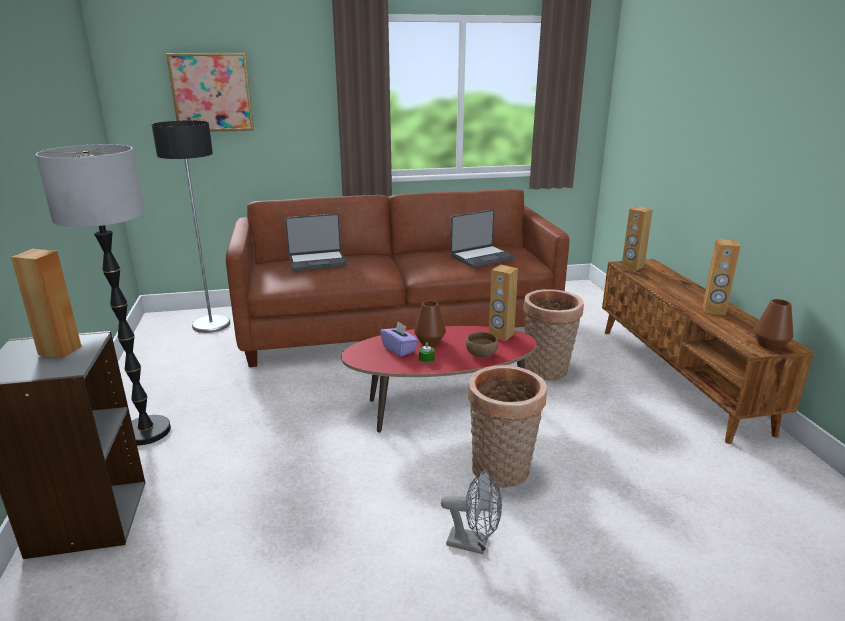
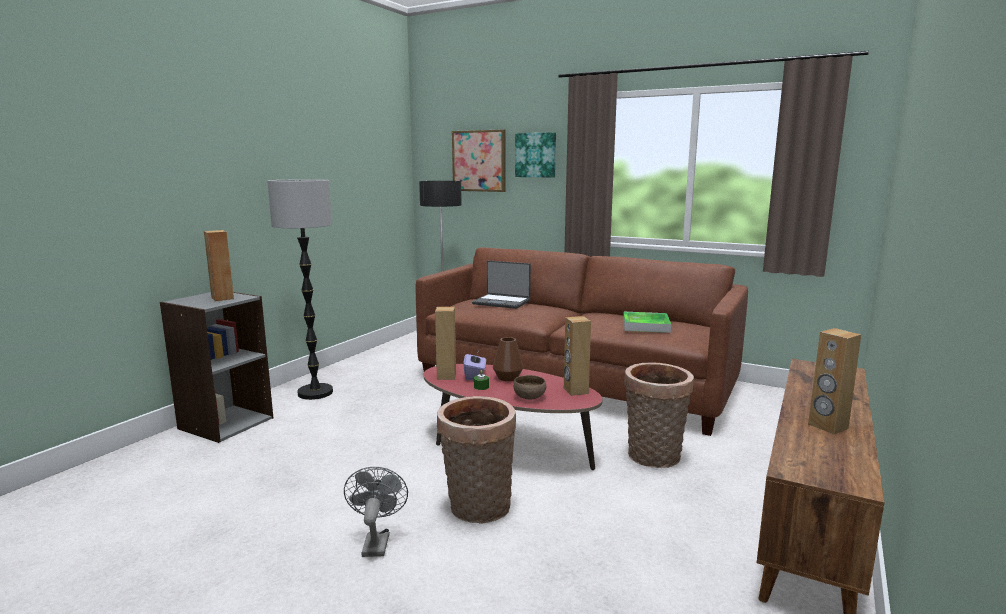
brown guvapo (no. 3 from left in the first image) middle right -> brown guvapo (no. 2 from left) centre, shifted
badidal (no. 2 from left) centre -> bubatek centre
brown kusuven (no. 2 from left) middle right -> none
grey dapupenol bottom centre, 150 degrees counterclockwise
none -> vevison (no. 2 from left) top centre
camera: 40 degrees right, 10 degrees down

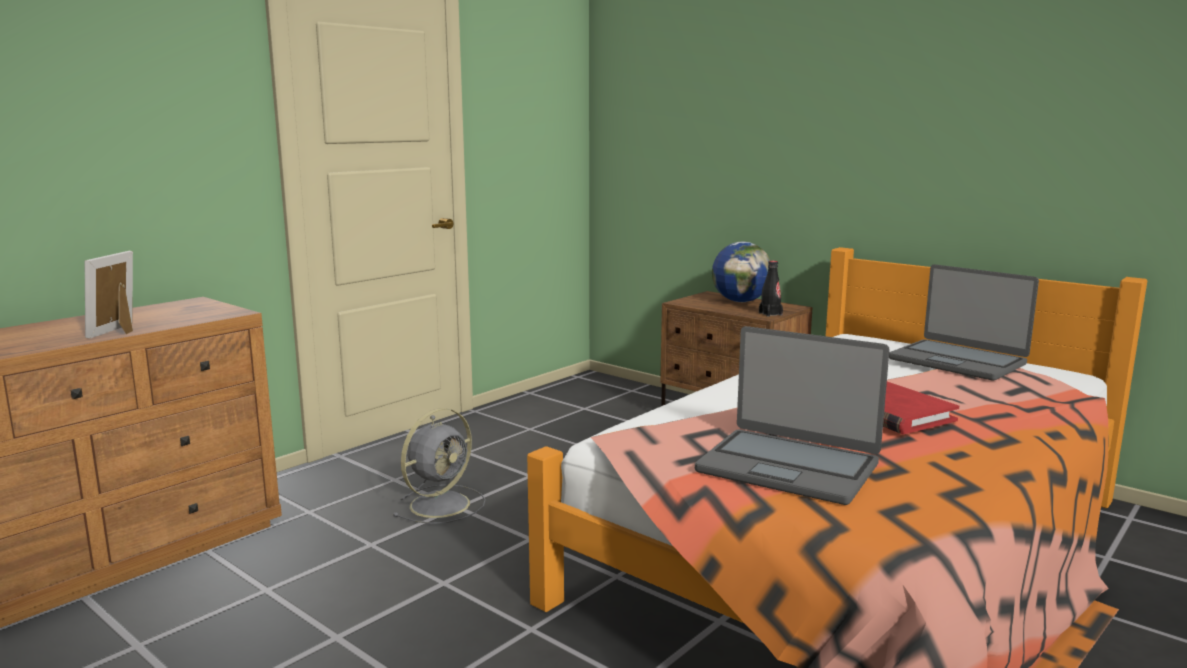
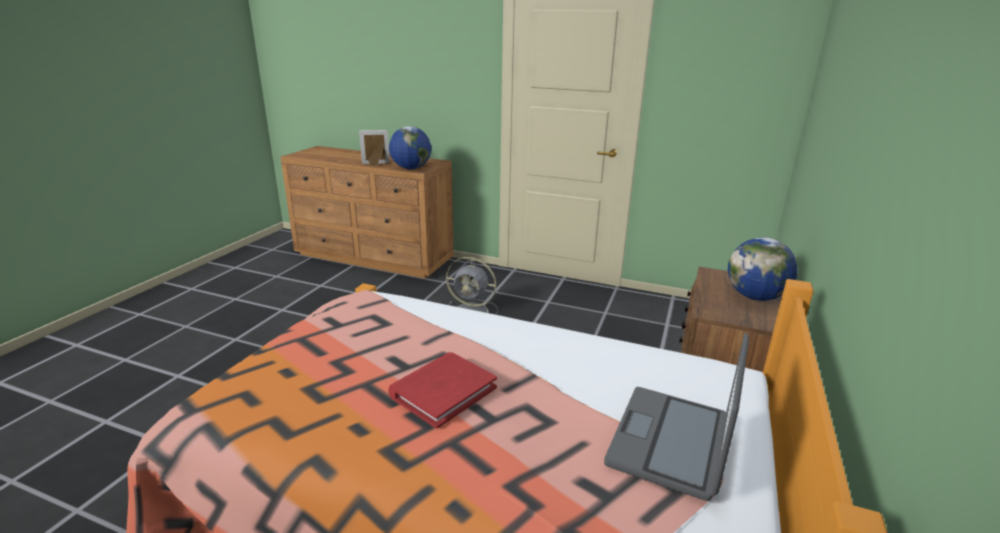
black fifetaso centre -> none
badidal (no. 1 from left) middle right -> none
none -> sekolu (no. 1 from left) top centre
camera: 70 degrees right, 10 degrees up

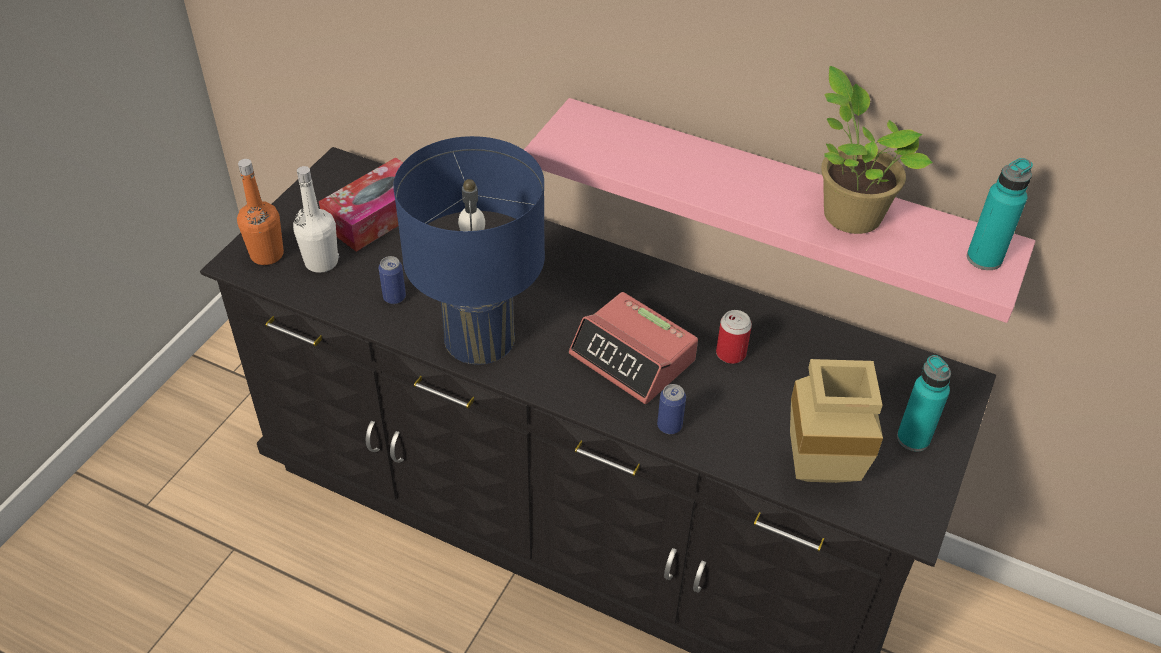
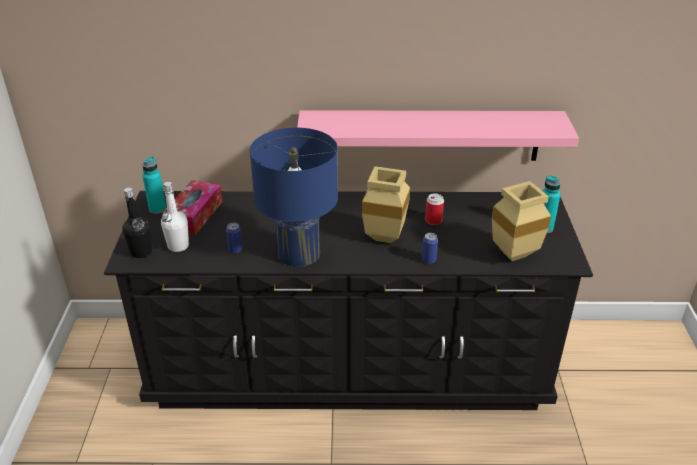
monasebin top right -> none
turquoise fifetaso (no. 2 from left in the first image) top right -> turquoise fifetaso (no. 1 from left) middle left, shifted
orange fifetaso top left -> black fifetaso middle left
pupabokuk centre -> beige kusuven (no. 1 from left) centre
camera: 25 degrees left, 10 degrees down

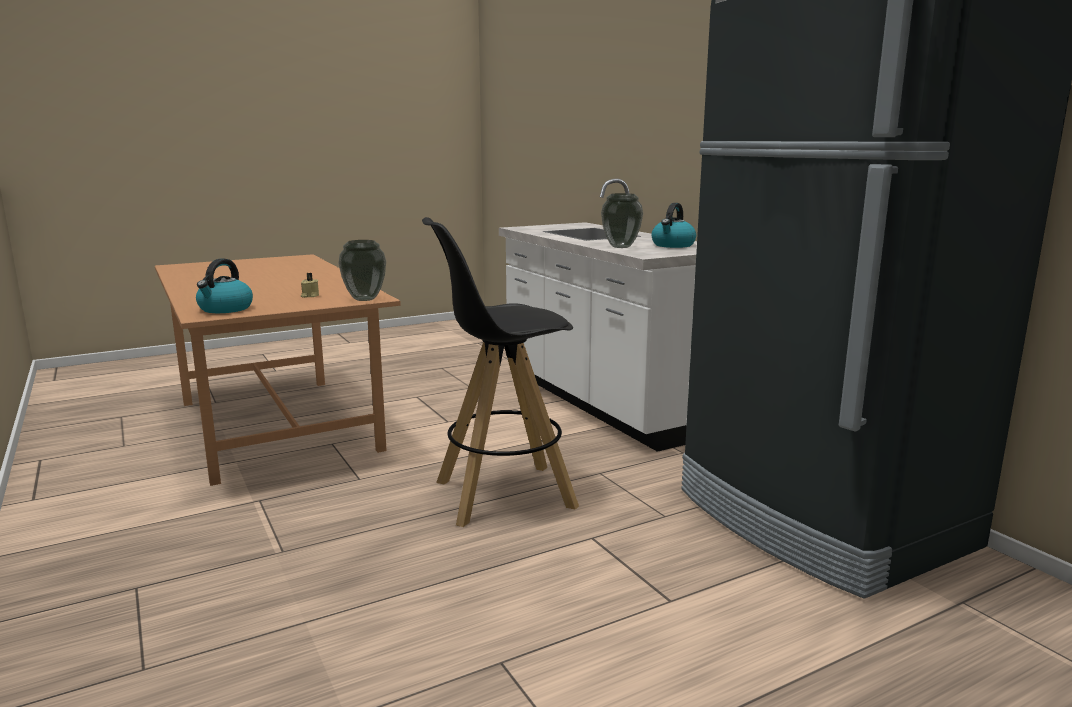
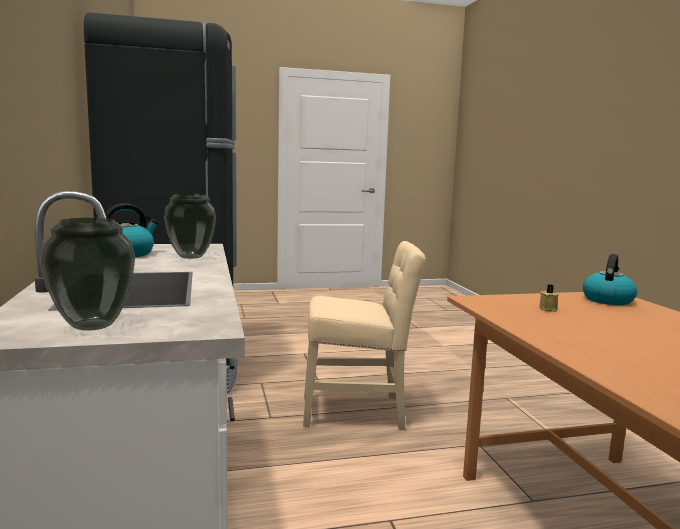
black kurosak centre -> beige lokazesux centre
kusuven (no. 1 from left) centre -> kusuven (no. 1 from left) middle left, shifted
camera: 165 degrees left, 5 degrees down

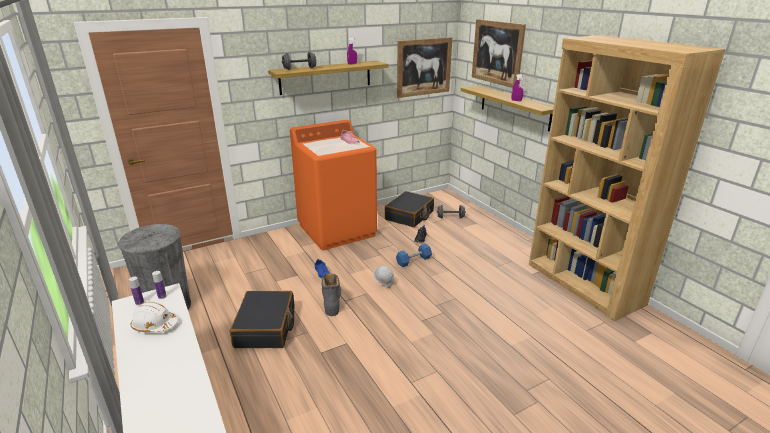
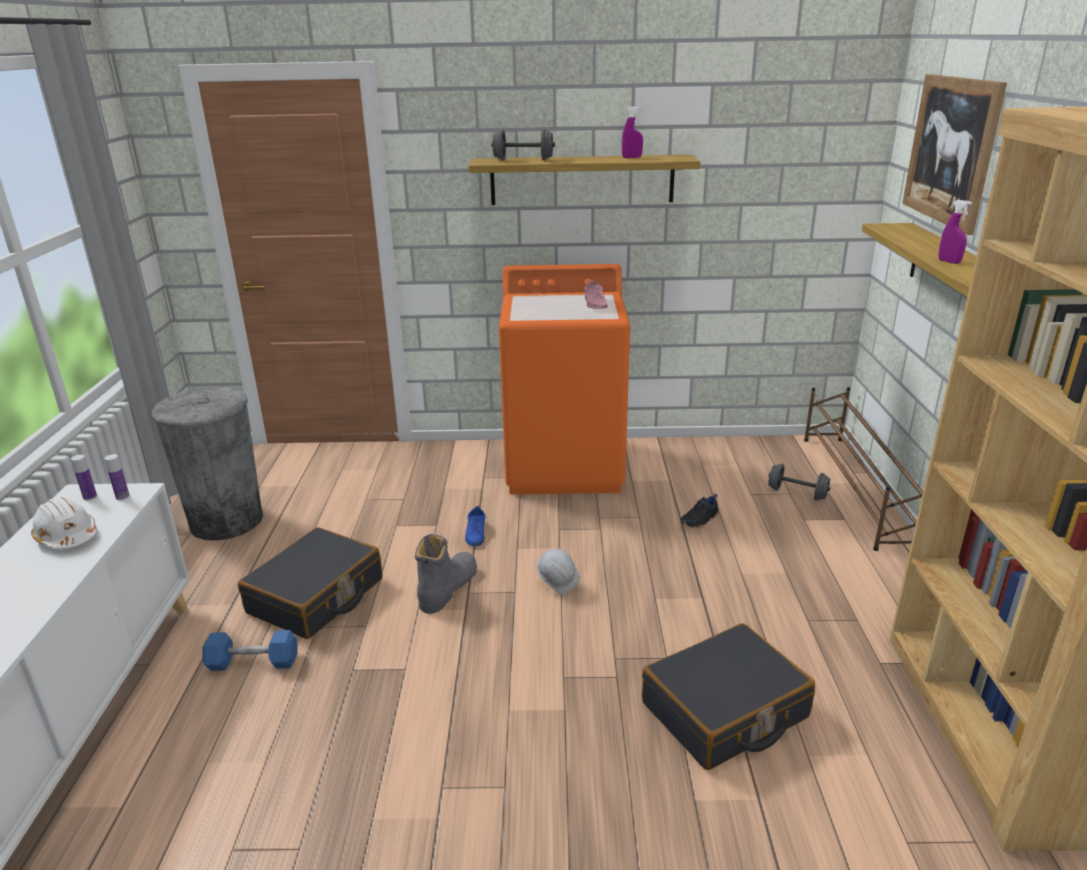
vevison (no. 1 from left) top centre -> none
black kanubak (no. 2 from left) centre -> black kanubak (no. 2 from left) bottom right, shifted
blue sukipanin centre -> blue sukipanin bottom left, shifted
none -> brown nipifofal middle right
camera: 30 degrees right, 0 degrees up

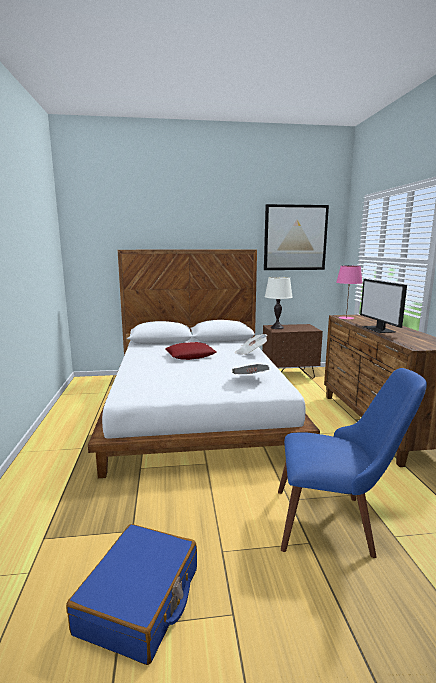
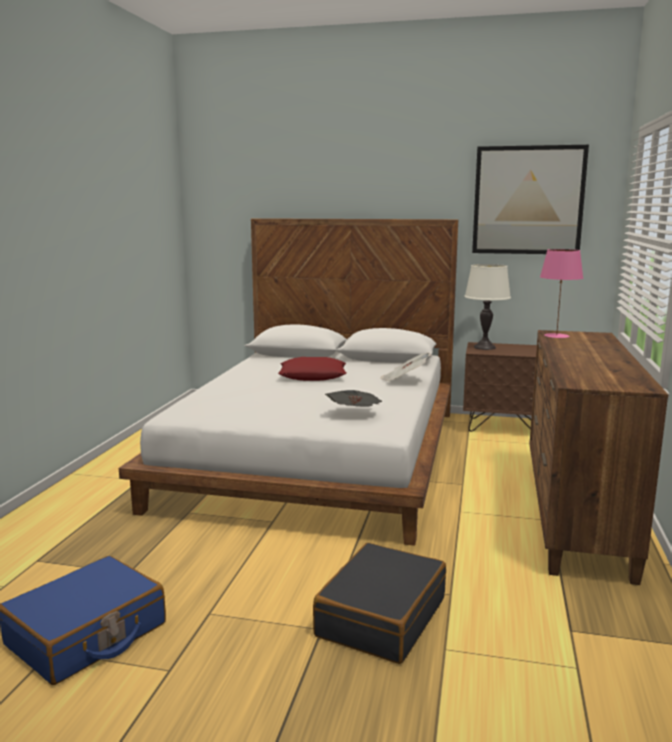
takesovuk middle right -> none
blue lokazesux bottom right -> black kanubak bottom centre
camera: 20 degrees right, 0 degrees up

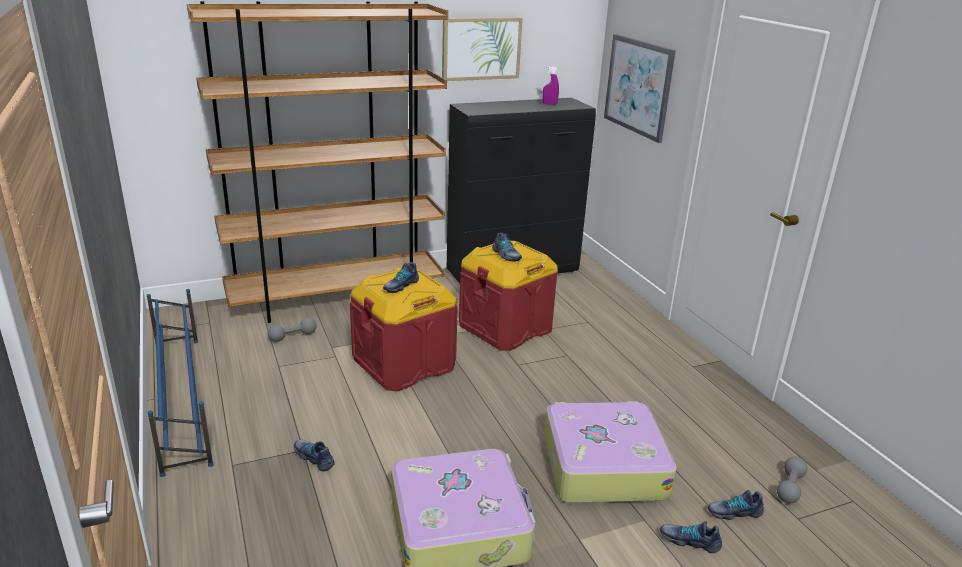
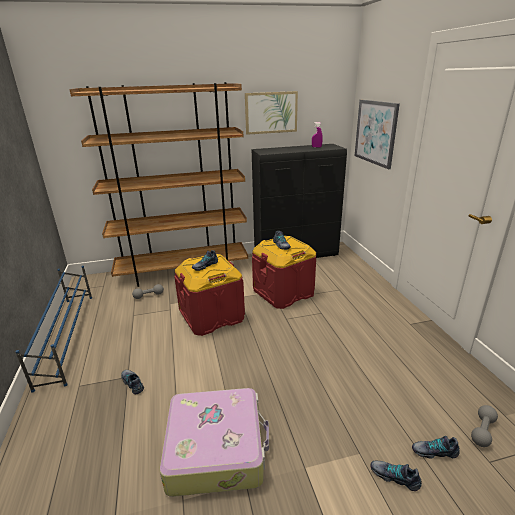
kanubak (no. 2 from left) bottom centre -> none
camera: 10 degrees right, 0 degrees up

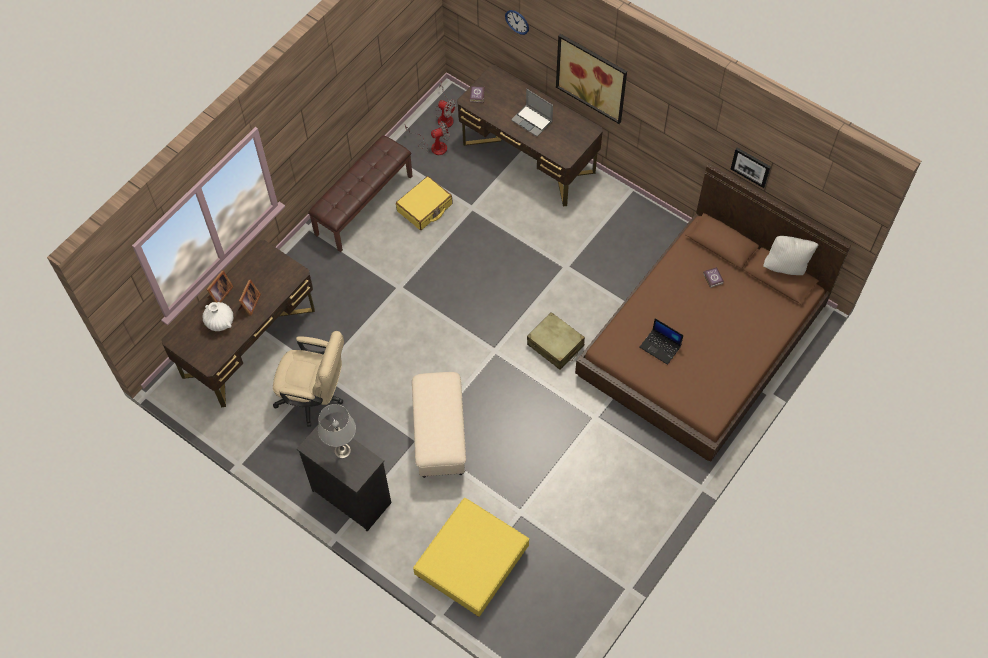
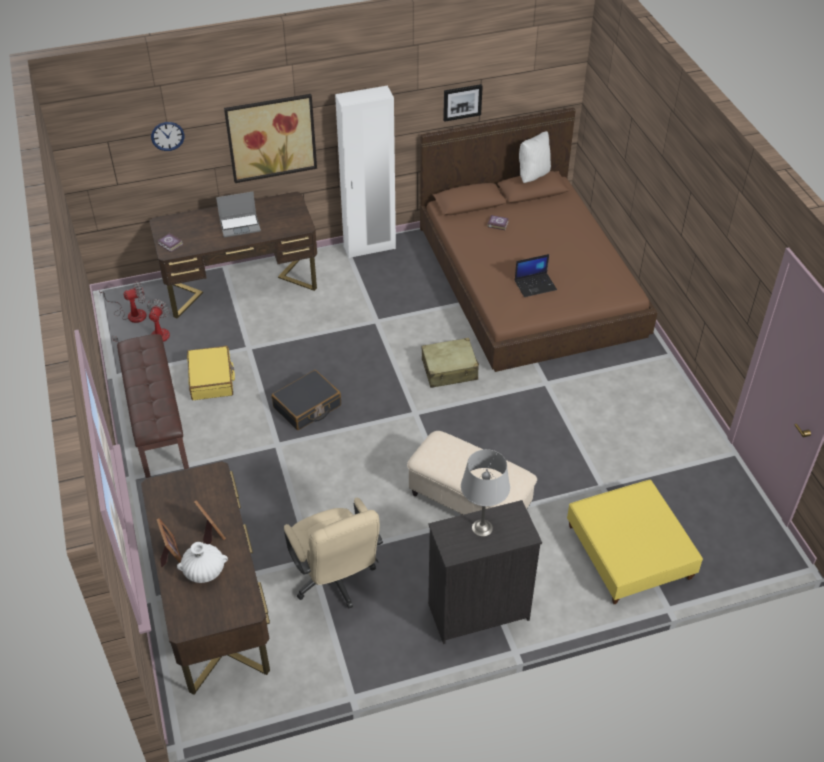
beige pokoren middle left -> beige pokoren bottom centre, 105 degrees clockwise
none -> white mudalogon top centre
none -> black kanubak centre
camera: 55 degrees left, 15 degrees down

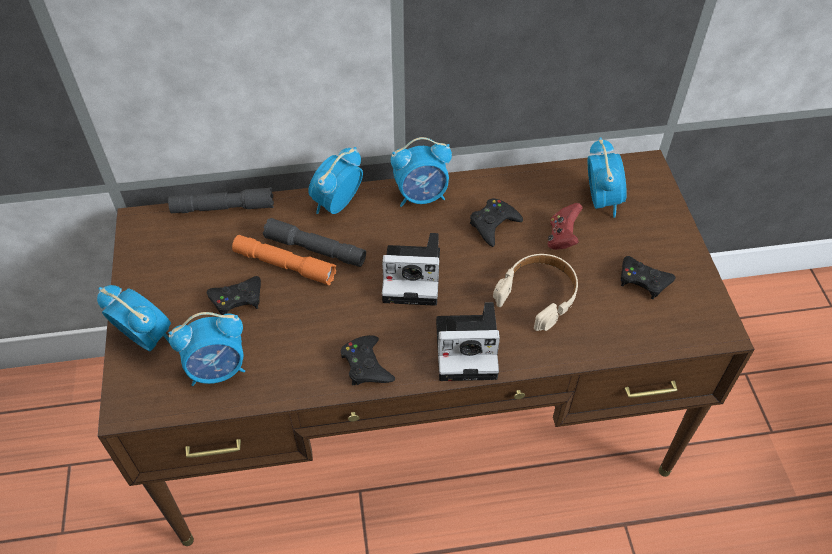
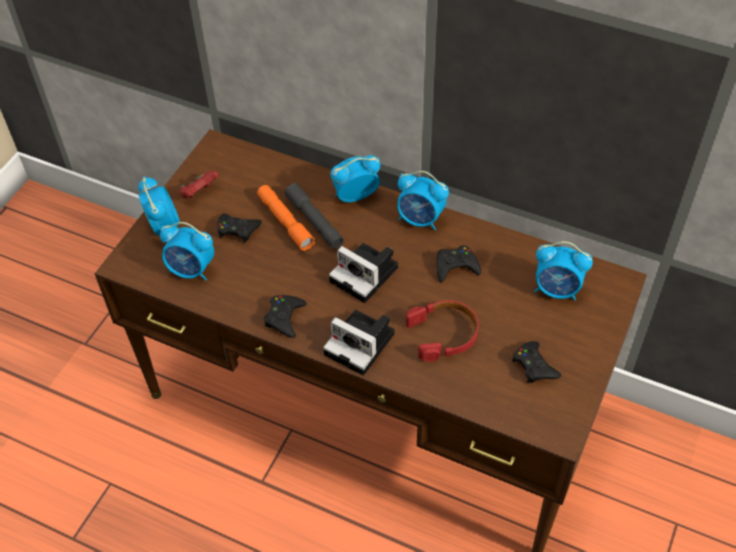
pupabokuk (no. 5 from left) top right -> pupabokuk (no. 5 from left) middle right, 75 degrees clockwise
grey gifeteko (no. 1 from left) middle left -> none
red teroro middle right -> red teroro middle left, shifted
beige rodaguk centre -> red rodaguk centre
camera: 35 degrees right, 0 degrees up

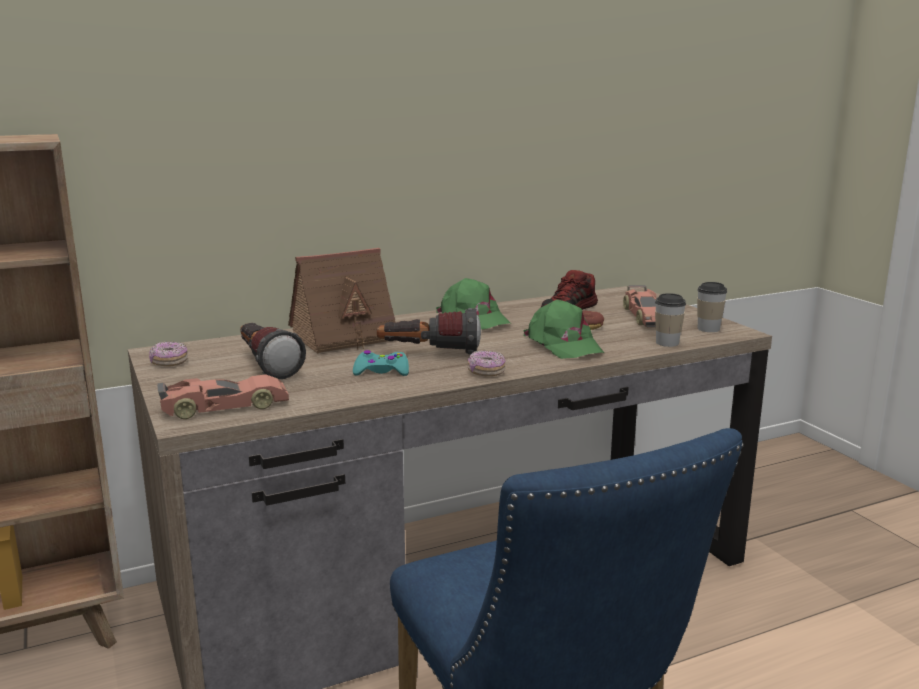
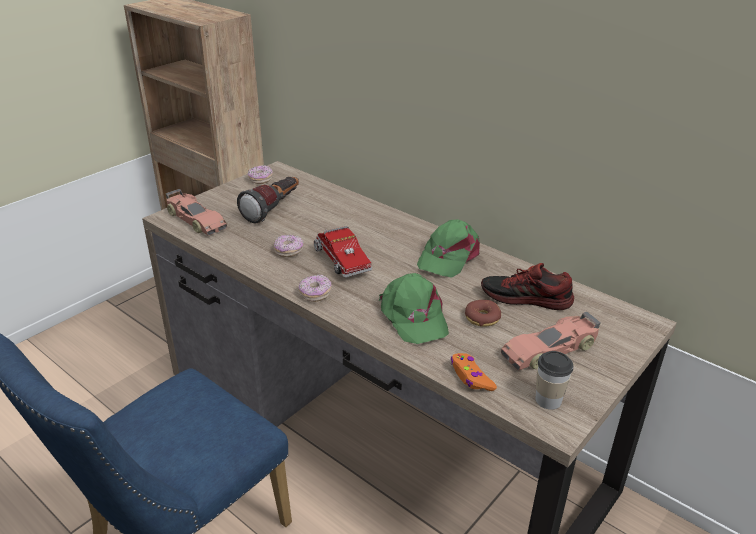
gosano centre -> none
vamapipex (no. 1 from left) middle right -> orange teroro bottom centre
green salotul (no. 2 from left in the first image) centre -> green salotul (no. 1 from left) centre, 60 degrees counterclockwise
gifeteko (no. 2 from left) centre -> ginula centre
turquoise teroro centre -> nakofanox (no. 2 from left) centre
camera: 65 degrees right, 15 degrees up

